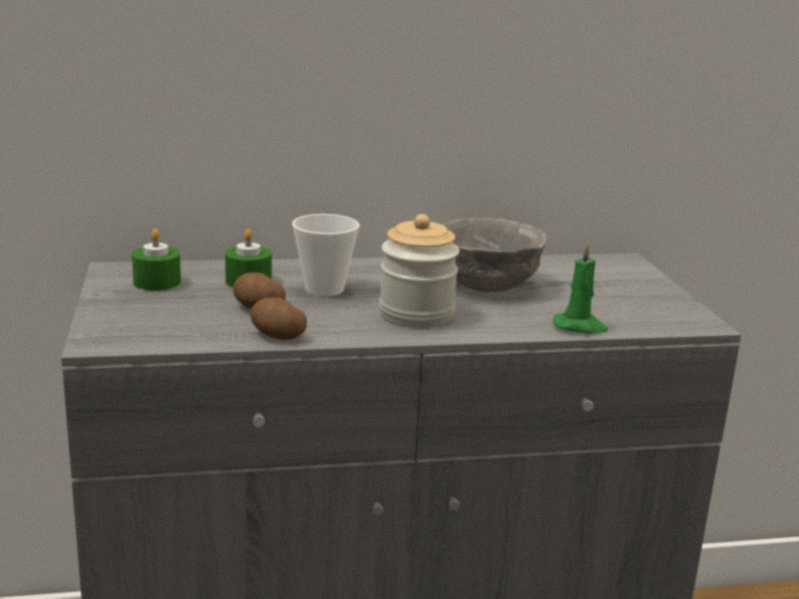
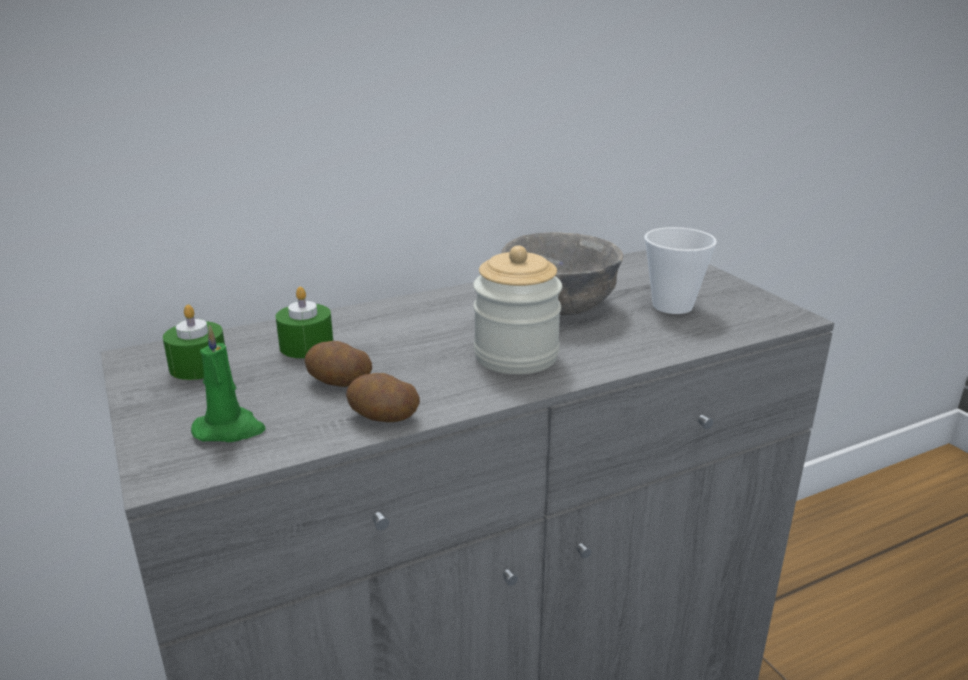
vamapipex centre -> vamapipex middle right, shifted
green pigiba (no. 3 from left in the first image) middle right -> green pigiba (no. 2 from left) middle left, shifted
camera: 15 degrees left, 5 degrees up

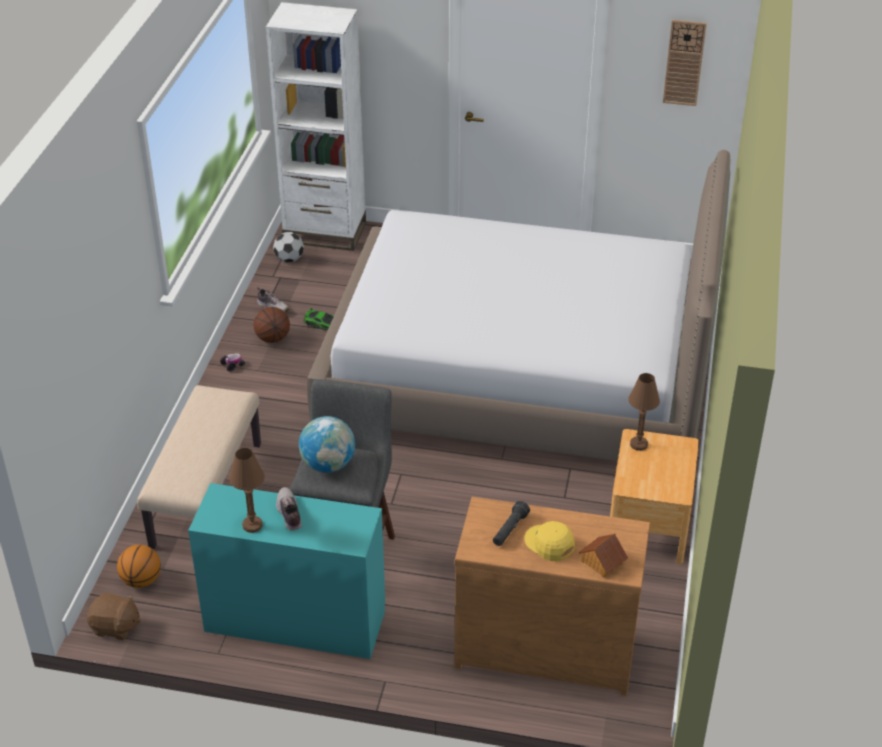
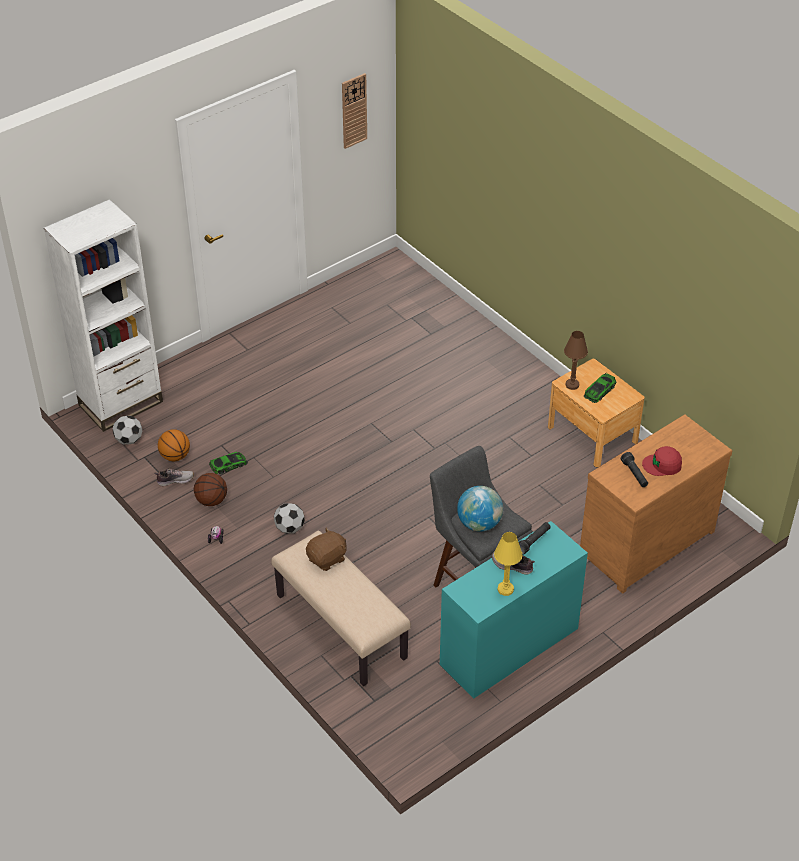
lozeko centre -> none
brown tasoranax (no. 1 from left) middle left -> yellow tasoranax centre
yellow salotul bottom centre -> red salotul middle right
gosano bottom right -> none
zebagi (no. 1 from left) bottom left -> zebagi (no. 1 from left) middle left, shifted
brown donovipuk bottom left -> brown donovipuk centre, shifted
none -> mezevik (no. 3 from left) middle right
none -> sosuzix (no. 2 from left) centre
none -> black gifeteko (no. 1 from left) middle right
camera: 50 degrees left, 5 degrees up

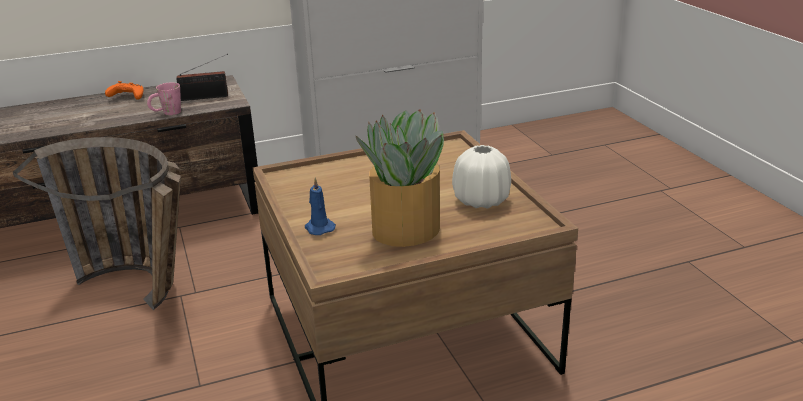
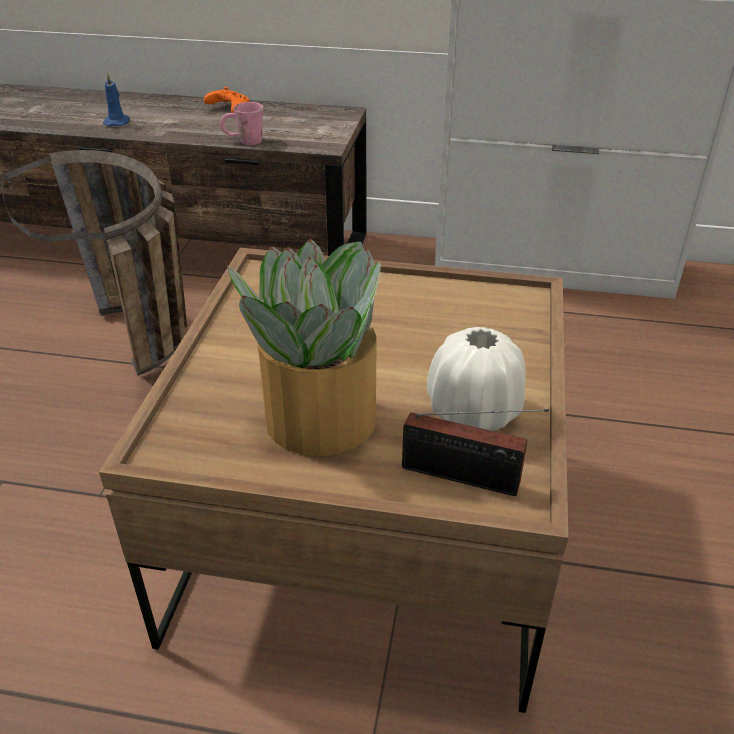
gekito top left -> gekito centre, shifted
blue pigiba centre -> blue pigiba top left, shifted
camera: 30 degrees right, 10 degrees up

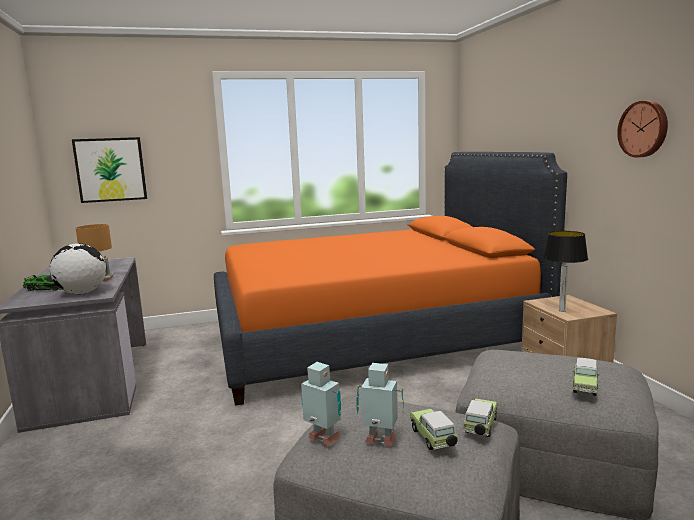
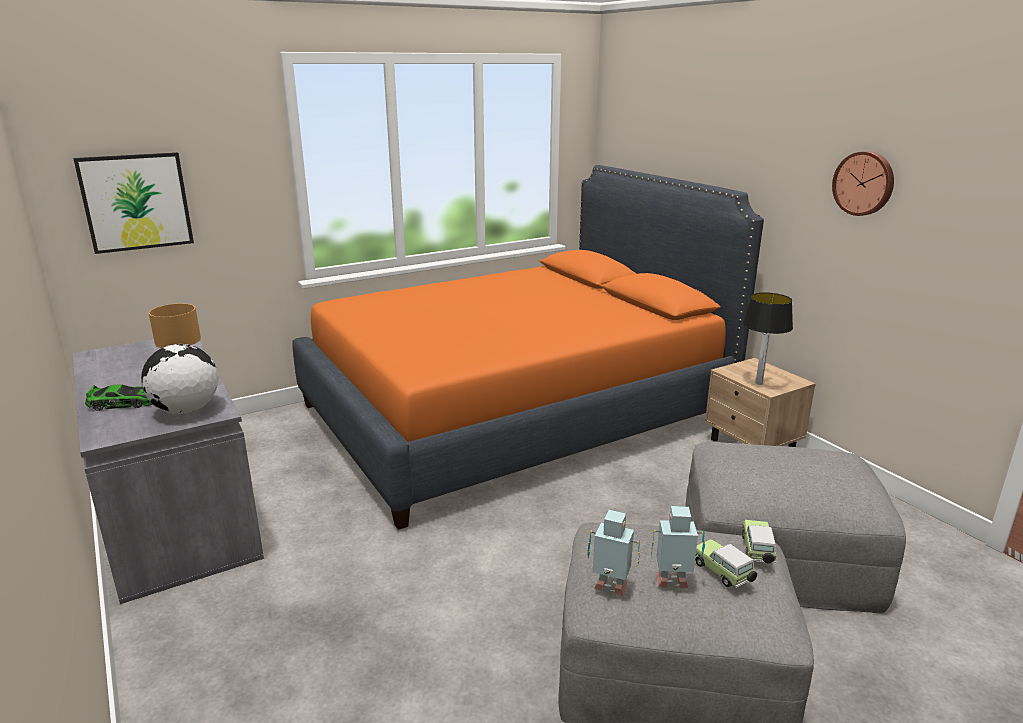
mezevik (no. 4 from left) bottom right -> none
camera: 15 degrees left, 10 degrees up

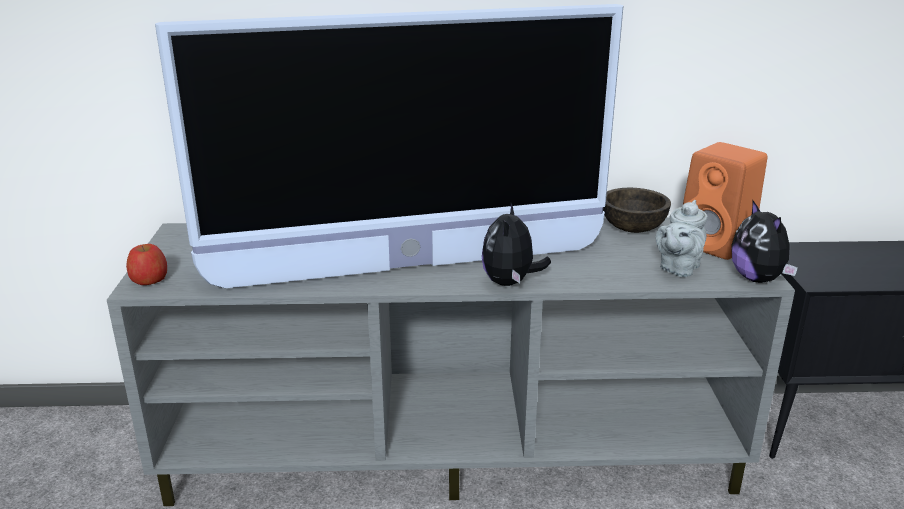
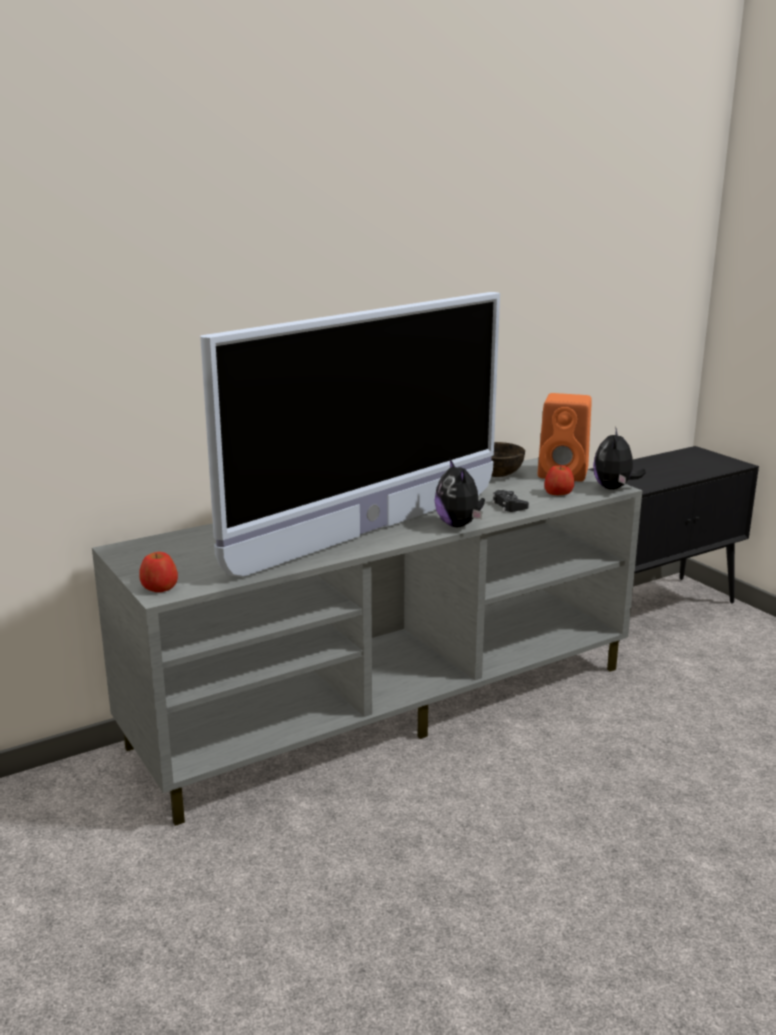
donovipuk (no. 2 from left) middle right, 60 degrees clockwise
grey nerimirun middle right -> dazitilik (no. 2 from left) middle right
none -> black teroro centre
camera: 30 degrees left, 5 degrees down

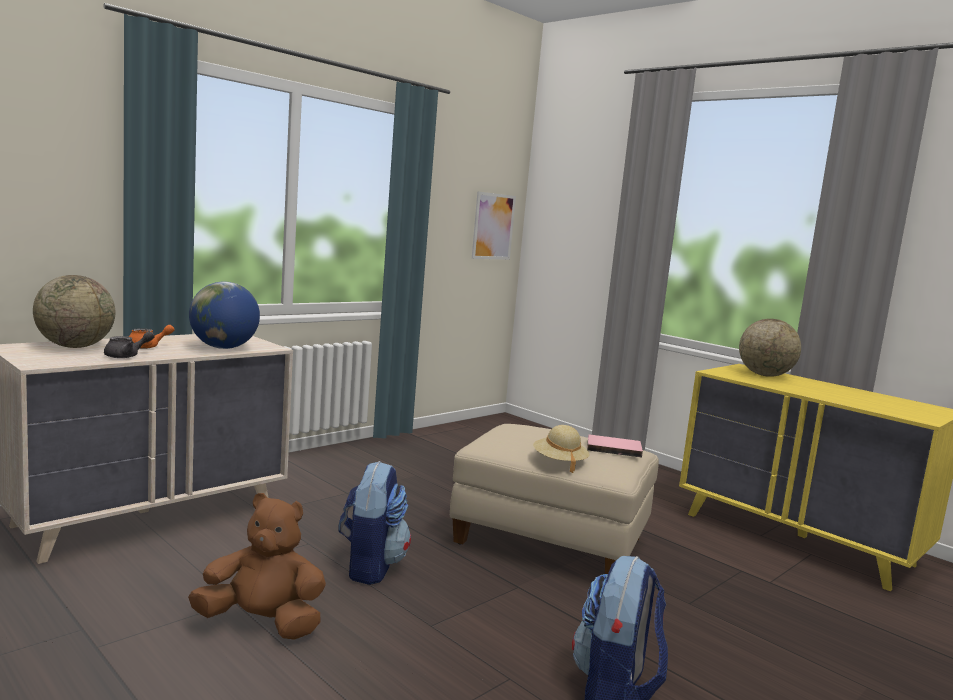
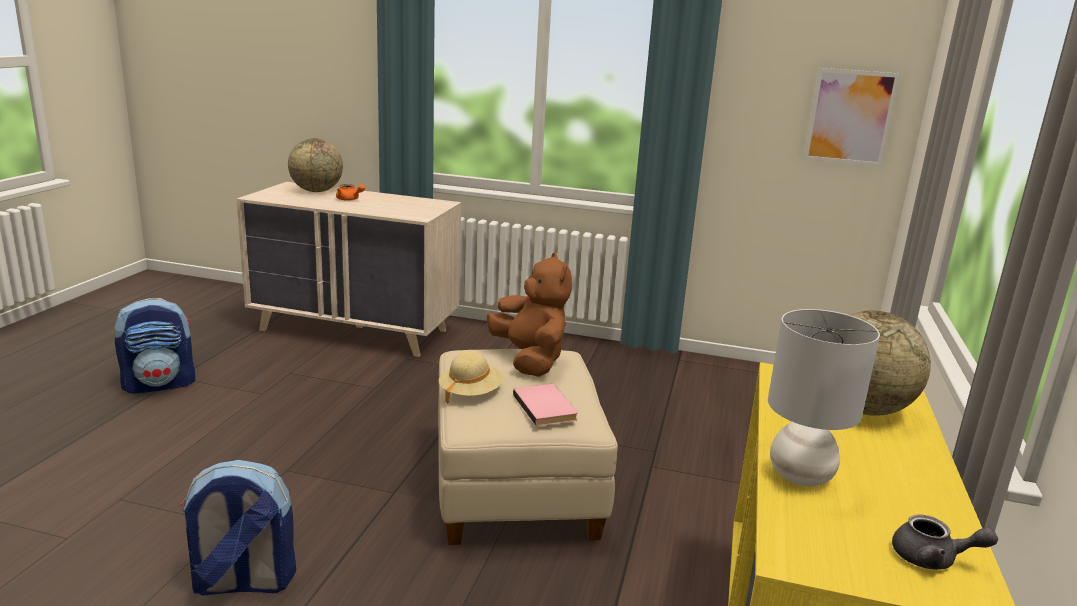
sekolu (no. 2 from left) middle left -> none
grey nerimirun middle left -> grey nerimirun bottom right, shifted
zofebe (no. 1 from left) bottom centre -> zofebe (no. 1 from left) middle left, shifted
brown donovipuk bottom left -> brown donovipuk centre, shifted
none -> grey tasoranax middle right
camera: 60 degrees right, 10 degrees up

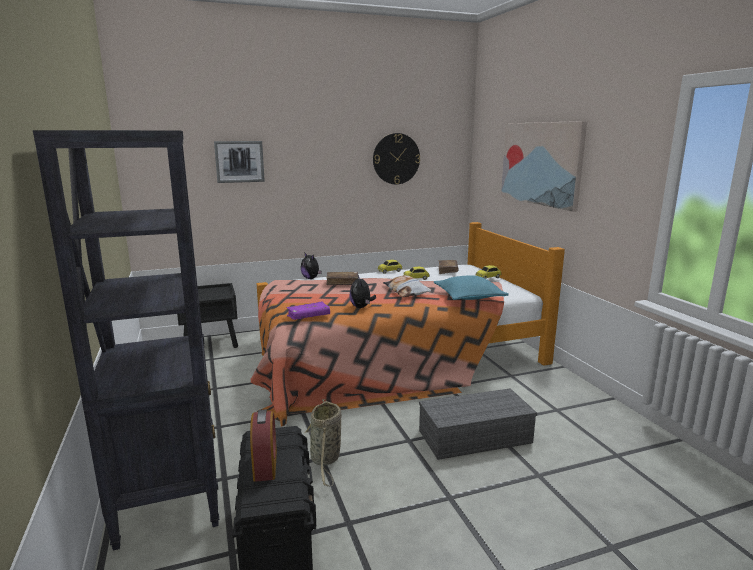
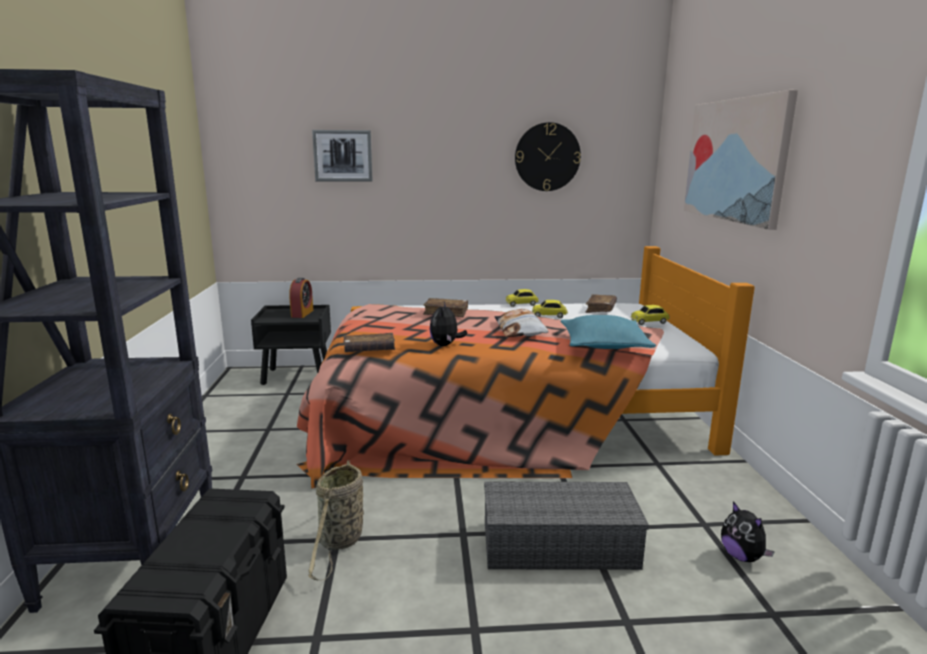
donovipuk (no. 1 from left in the first image) centre -> donovipuk (no. 2 from left) bottom right, shifted
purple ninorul centre -> brown ninorul (no. 1 from left) centre
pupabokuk bottom centre -> pupabokuk middle left, shifted
camera: 15 degrees right, 0 degrees up

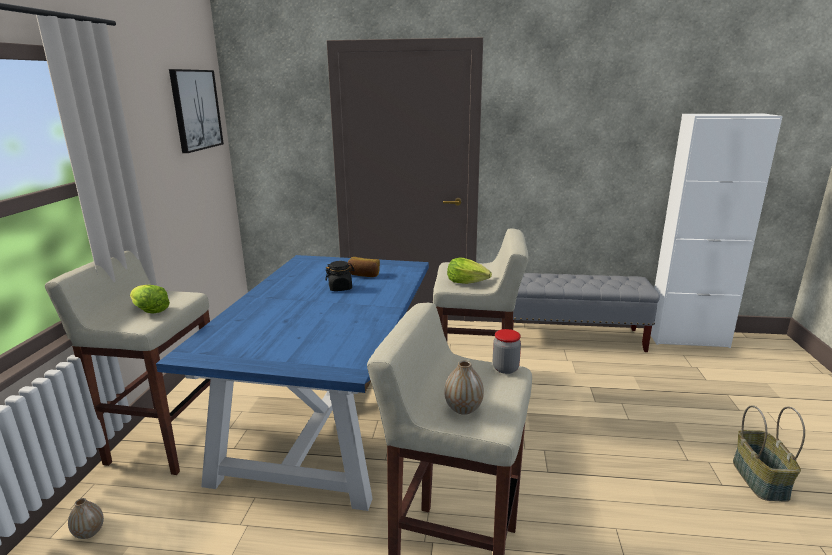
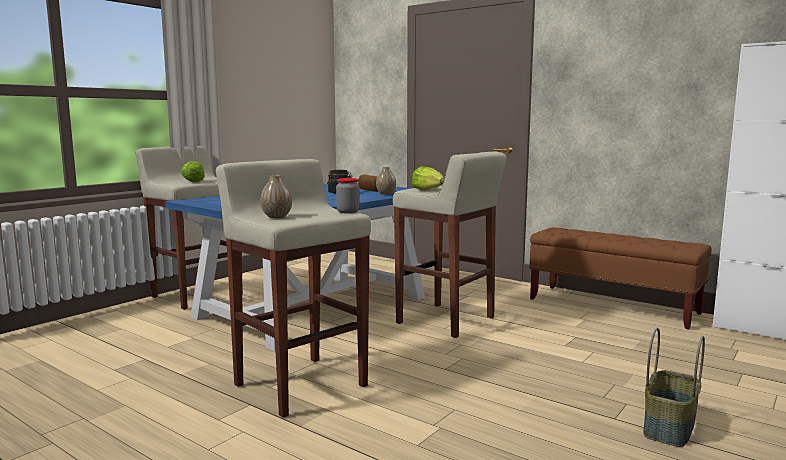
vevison top left -> none
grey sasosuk middle right -> brown sasosuk middle right
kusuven (no. 1 from left in the first image) bottom left -> kusuven (no. 2 from left) centre, shifted
camera: 30 degrees right, 10 degrees down

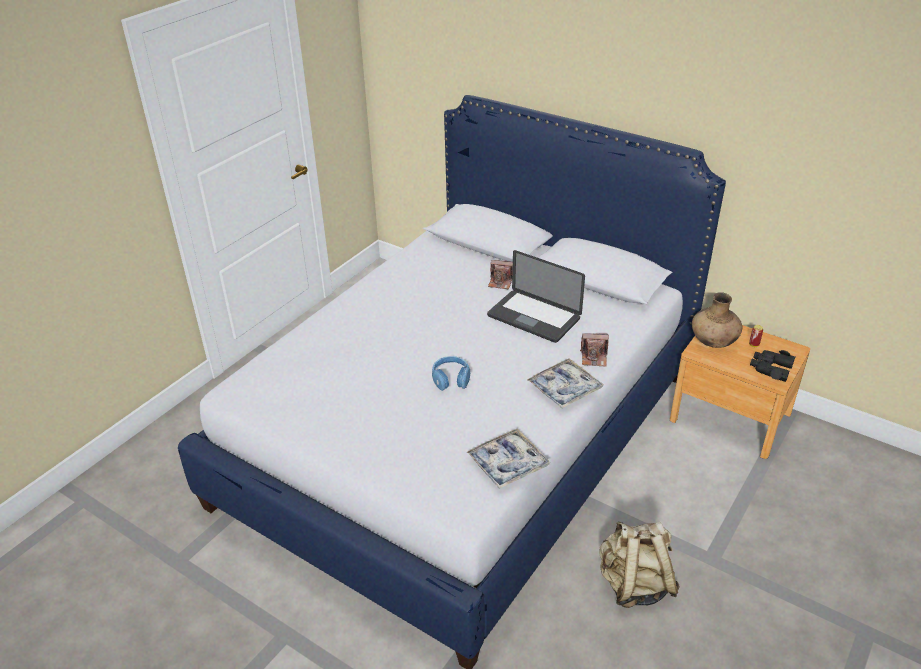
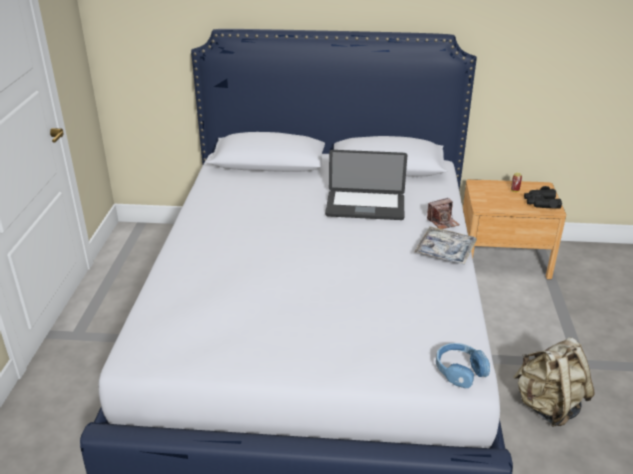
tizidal (no. 1 from left) centre -> none
brown kusuven middle right -> none
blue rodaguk centre -> blue rodaguk bottom right, shifted
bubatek (no. 1 from left) bottom centre -> none
camera: 30 degrees left, 5 degrees down

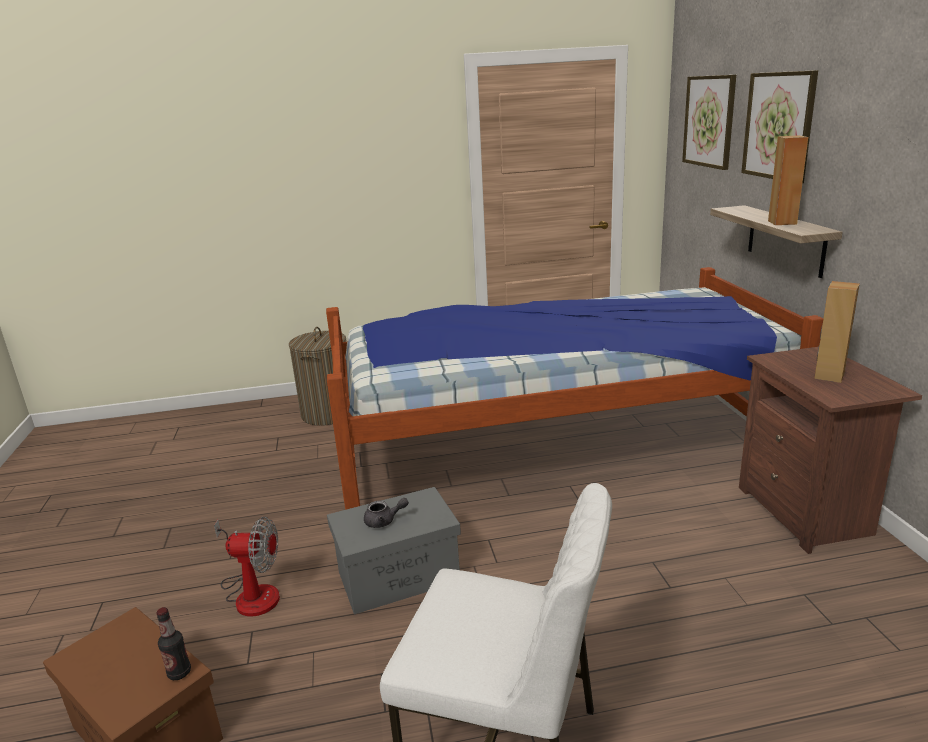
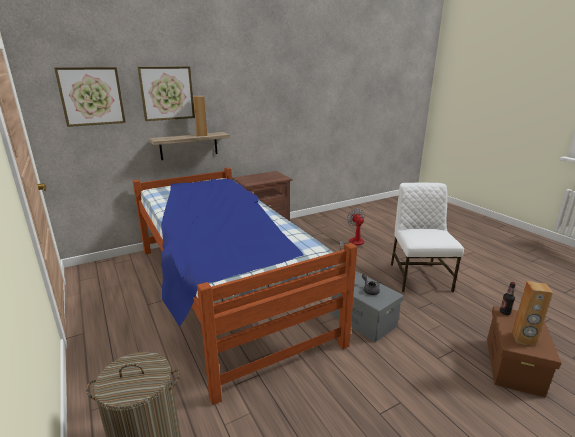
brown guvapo (no. 2 from left) middle right -> brown guvapo (no. 2 from left) bottom right, shifted
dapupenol bottom left -> dapupenol centre, shifted
camera: 110 degrees left, 0 degrees up

